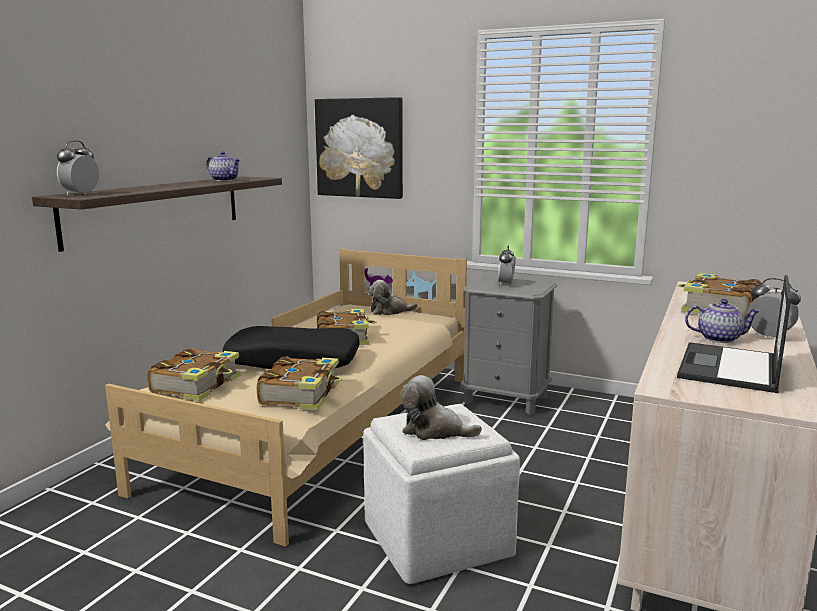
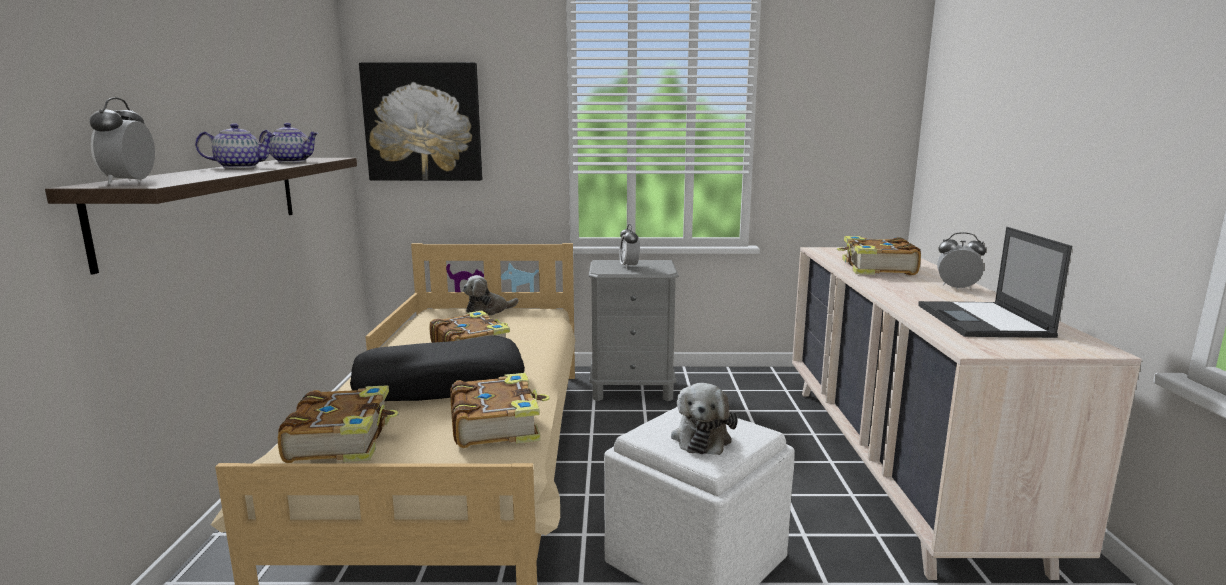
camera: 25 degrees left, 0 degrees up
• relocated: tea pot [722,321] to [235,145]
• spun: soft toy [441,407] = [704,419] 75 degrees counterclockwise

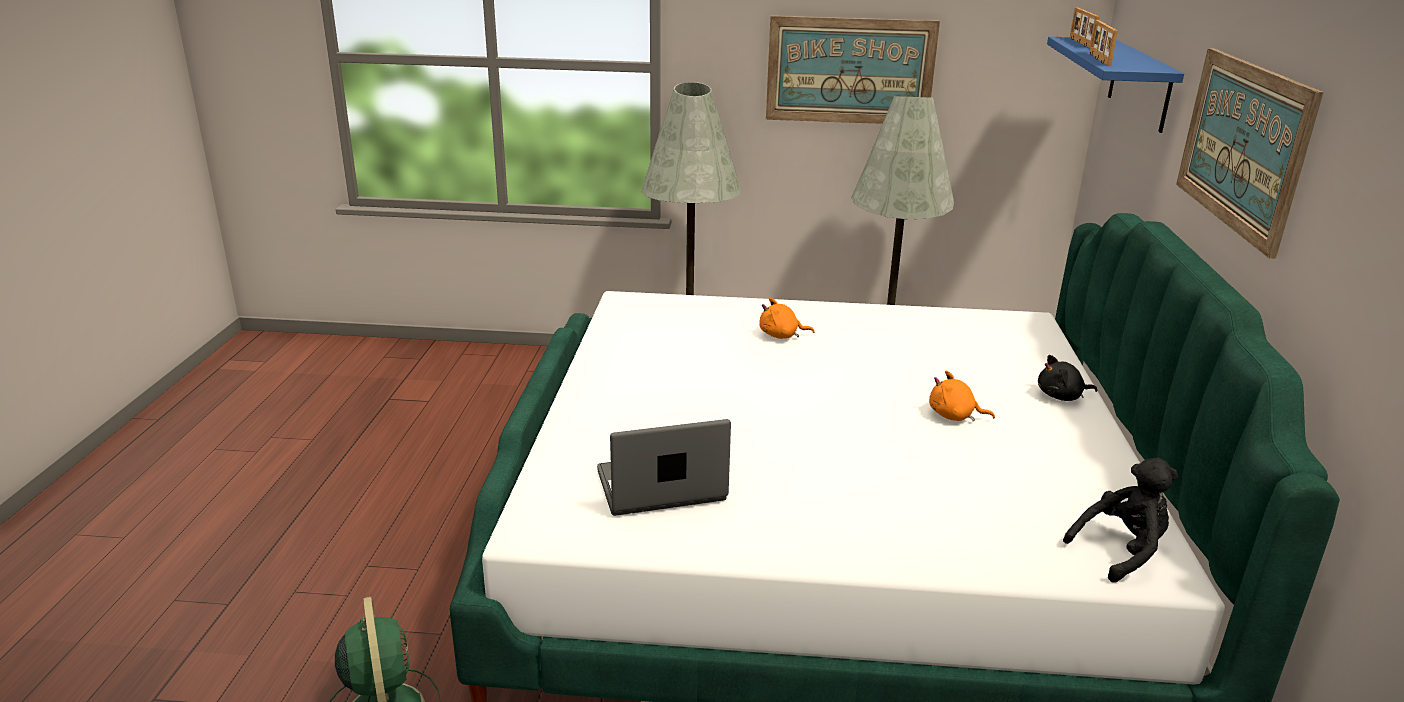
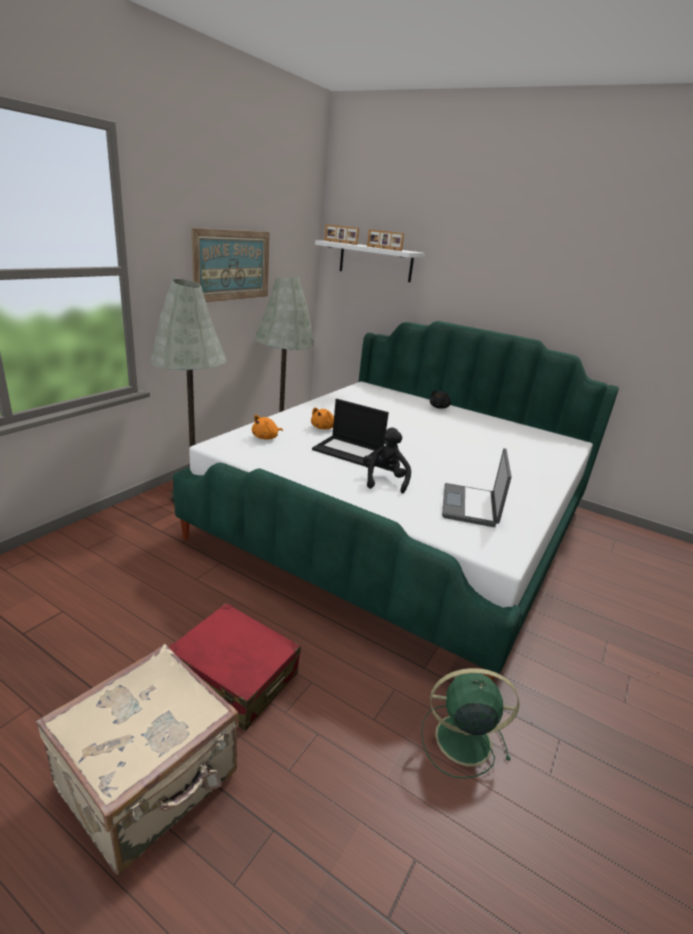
camera: 65 degrees left, 0 degrees up
• appeared: sand-coloured suitcase [137,759]
• appeared: red suitcase [235,667]
• relocated: orange-coloured soft toy [962,396] to [267,427]
• appeared: notebook computer [350,432]
• colour: bluish wall shelf [1115,85] to white wall shelf [370,261]
• relocated: blackish soft toy [1120,519] to [387,460]
• missing: wall picture [1249,153]

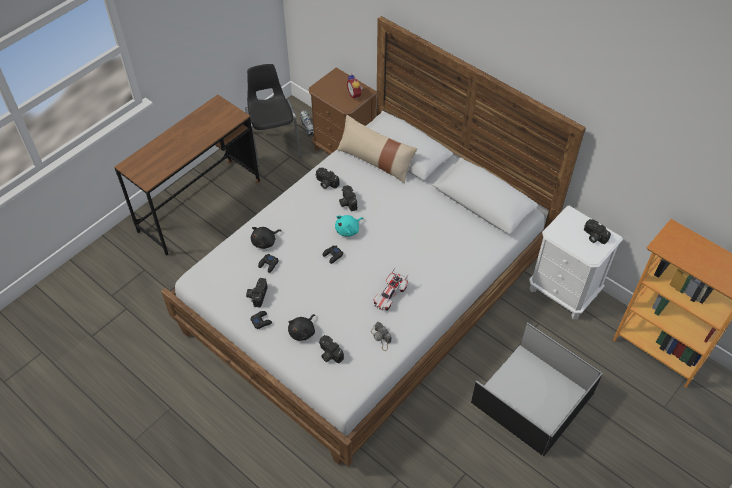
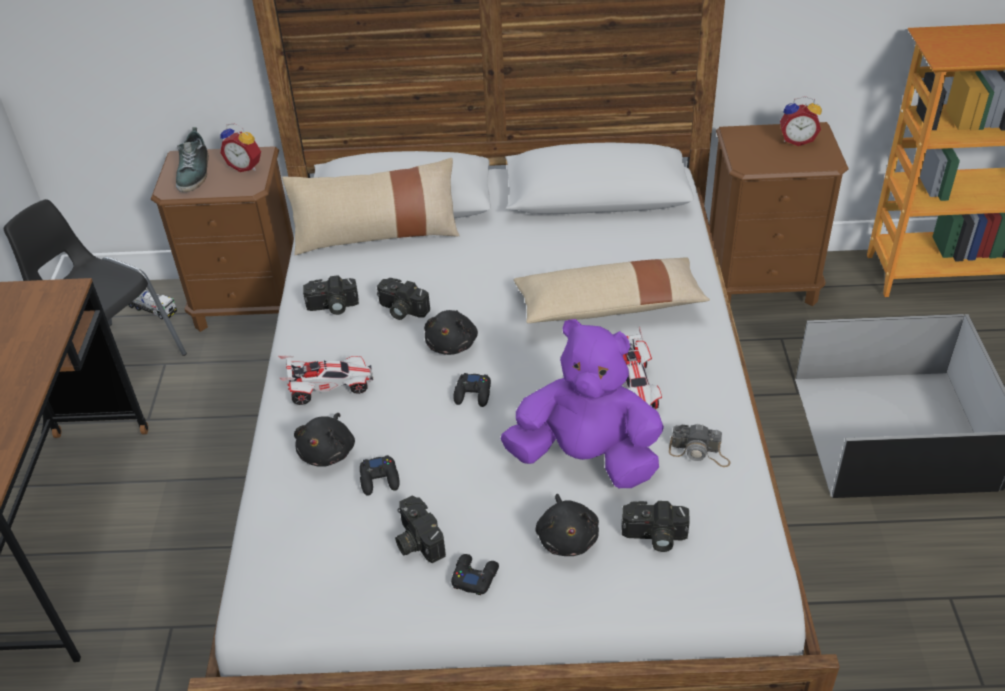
camera: 40 degrees left, 10 degrees down
• appeared: low shoe [192,159]
• appeared: toy car [325,380]
• colour: blue-green soft toy [349,226] to blackish soft toy [451,332]
• appeared: purple-coloured soft toy [582,403]
• appeared: sand-coloured pillow [612,290]
• colour: white nightstand [576,262] to brown nightstand [778,214]
• exchanged: photo camera [597,231] to alarm clock [801,121]

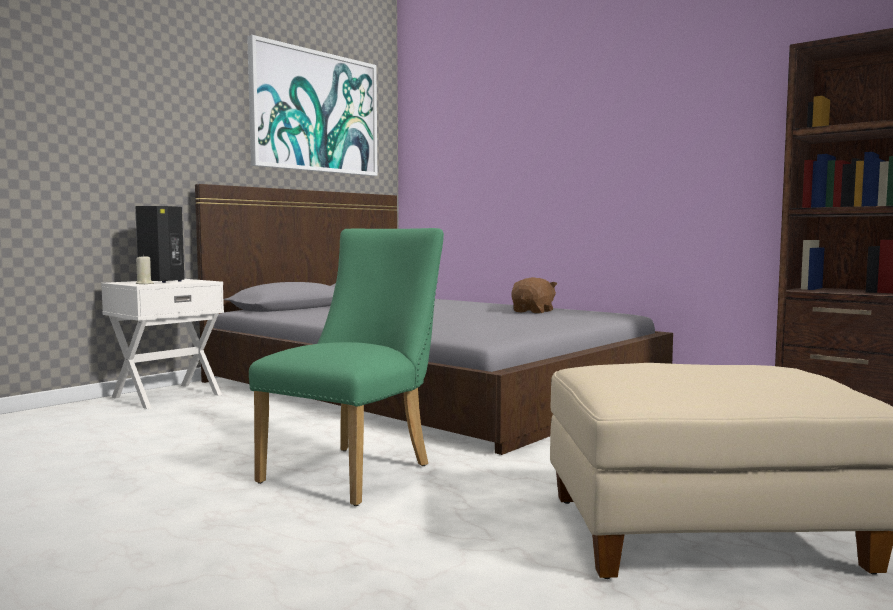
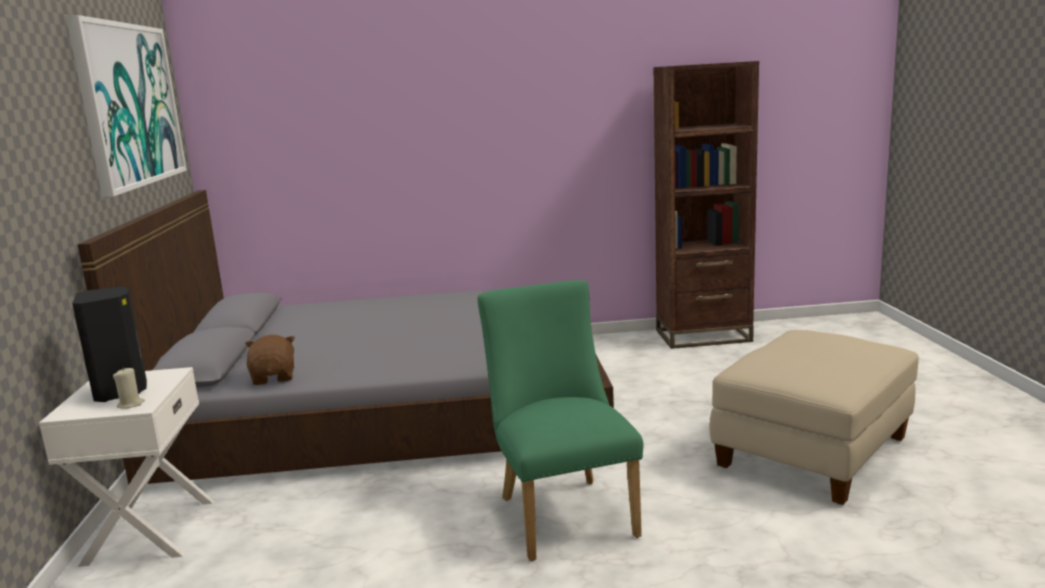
camera: 45 degrees left, 10 degrees up
• relocated: brown soft toy [534,295] to [270,360]

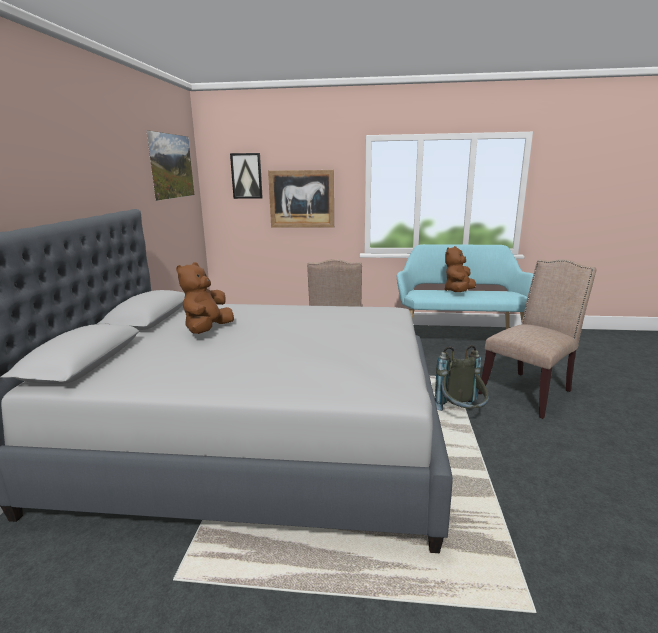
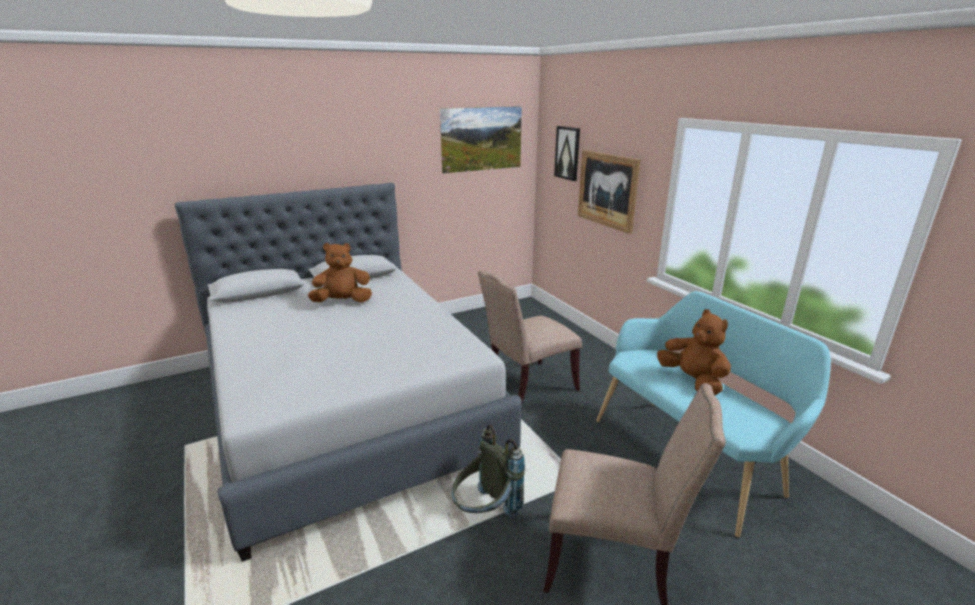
camera: 55 degrees right, 5 degrees up
• spun: brown soft toy [460,269] = [694,352] 60 degrees clockwise

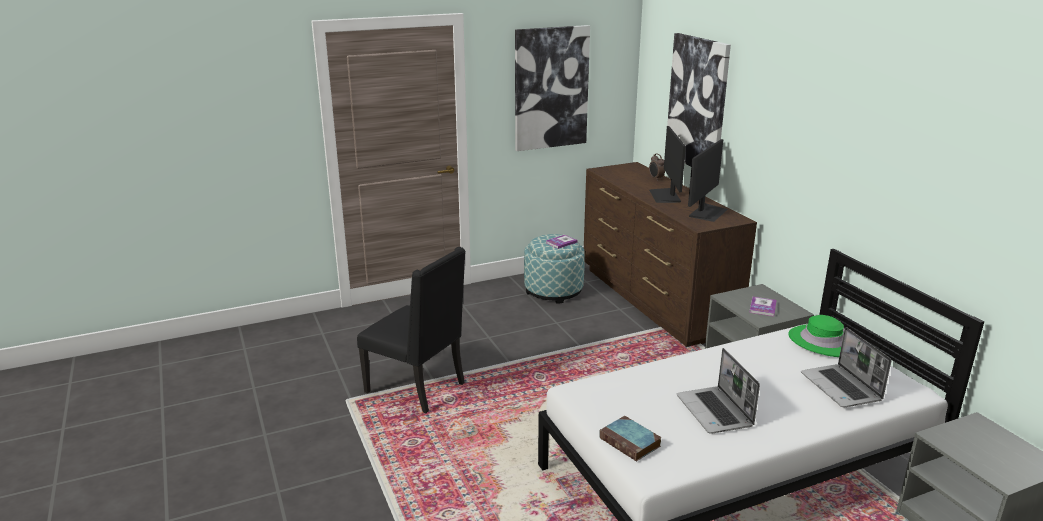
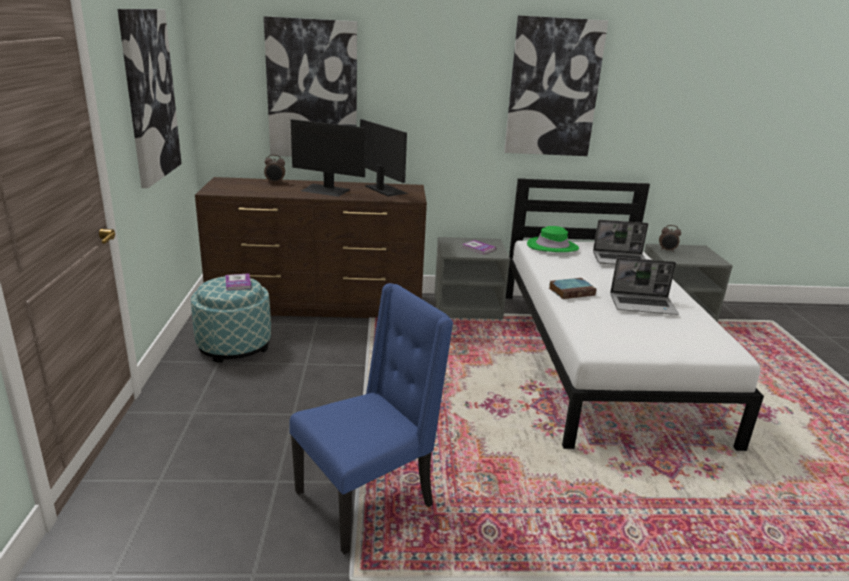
camera: 70 degrees left, 0 degrees up
• colour: blackish plain chair [411,330] to bluish plain chair [371,419]
• appeared: wall picture [556,85]
• relocated: book [630,438] to [573,288]
• appeared: alarm clock [670,238]

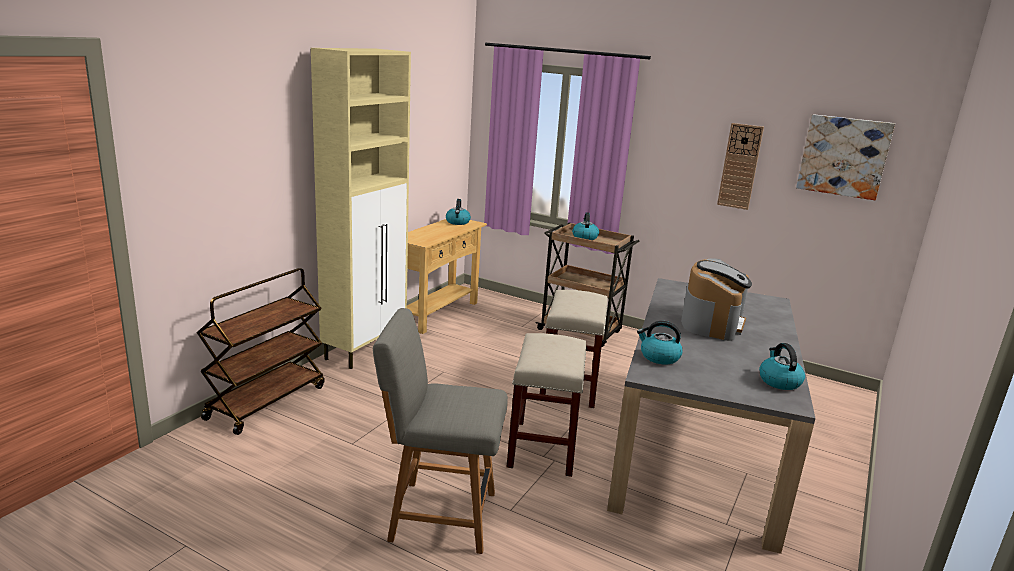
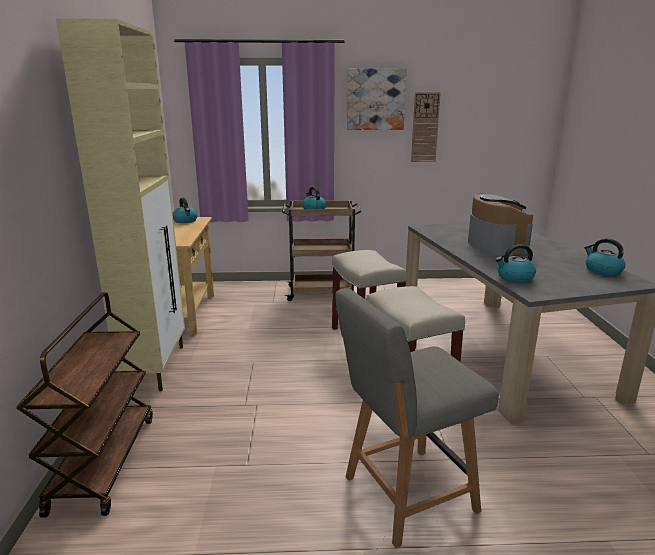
camera: 30 degrees left, 0 degrees up
• relocated: wall picture [845,157] to [377,99]

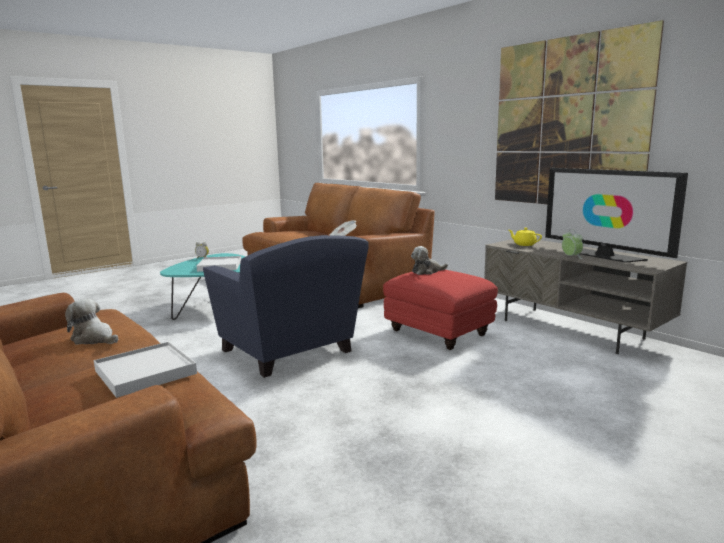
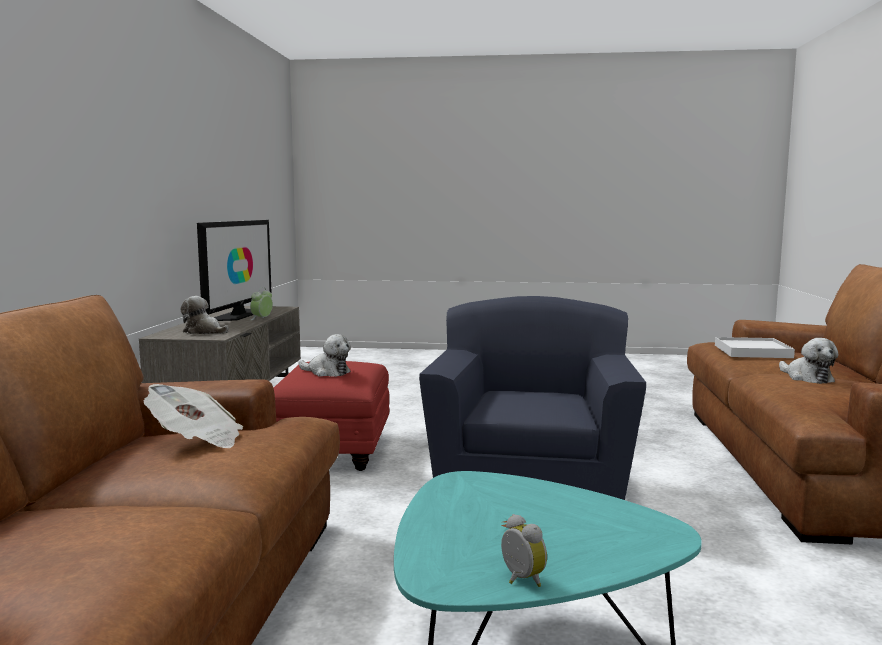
camera: 135 degrees left, 5 degrees down
• exchanged: yellow tea pot [525,237] to soft toy [204,315]
• missing: white tray [219,264]
• missing: wall picture [579,112]

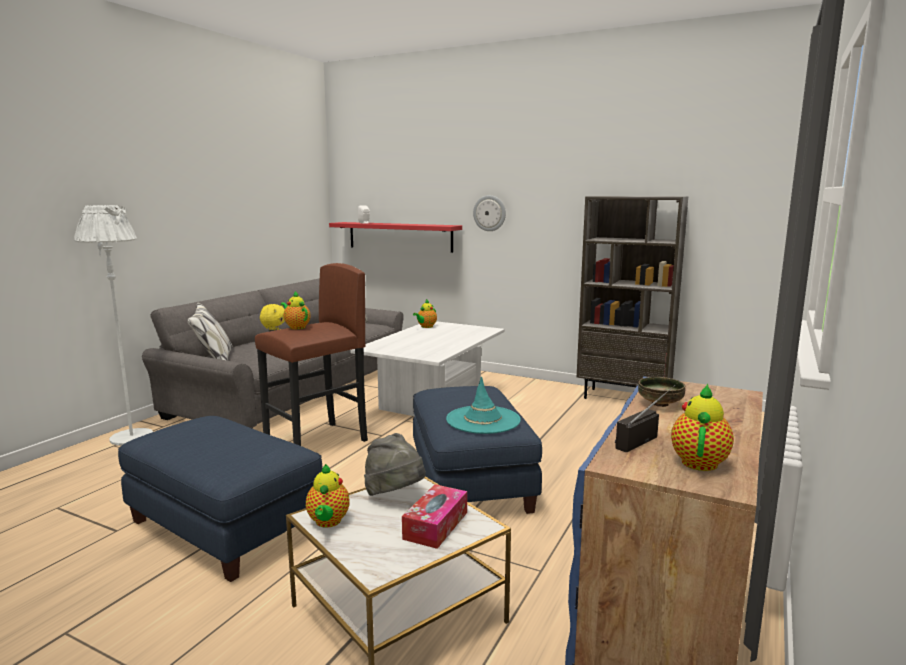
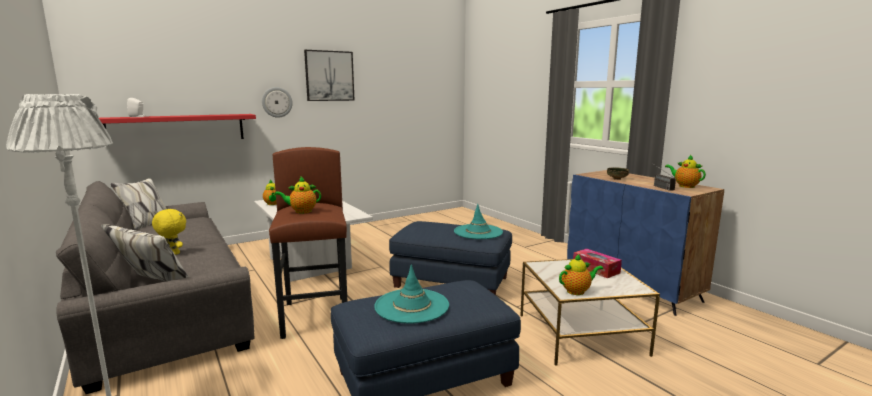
camera: 60 degrees left, 0 degrees up
• appeared: wall picture [329,75]
• appeared: blue-green clothing hat [411,293]
• spun: tea pot [328,496] = [581,274] 45 degrees counterclockwise
• missing: gray clothing hat [395,464]
• missing: brown shelving unit [632,297]

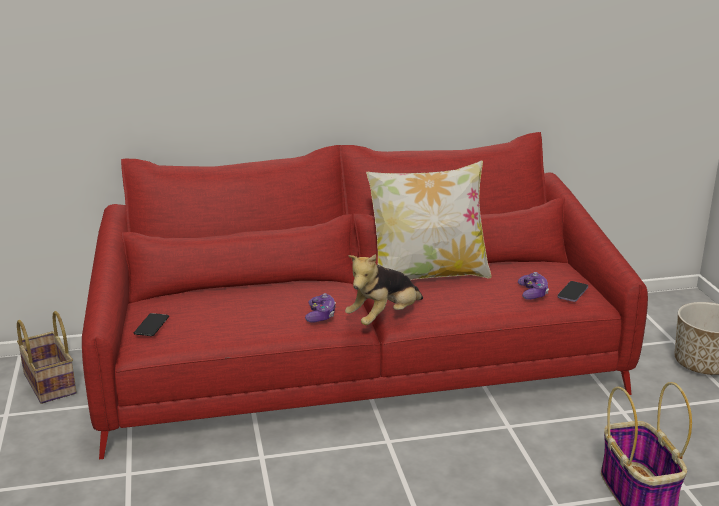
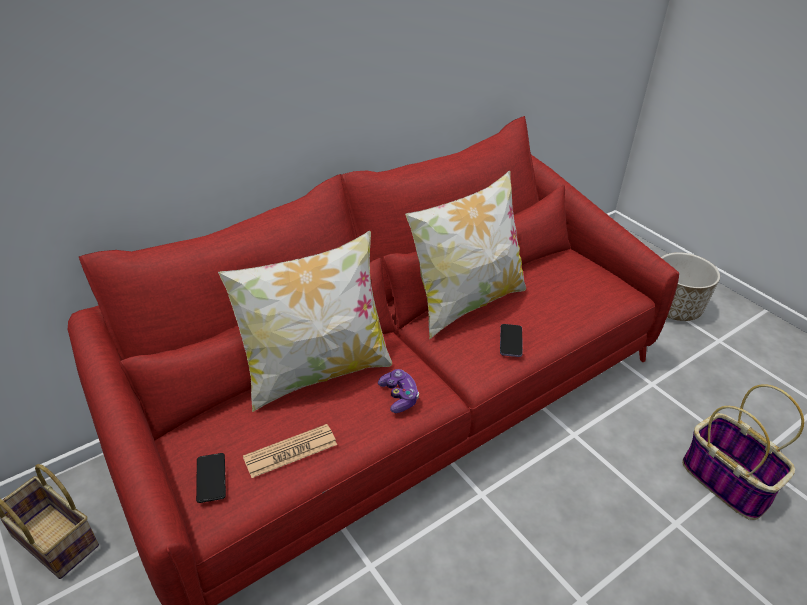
camera: 25 degrees left, 15 degrees up
• appeared: pillow [305,321]
• appeared: printed paper [290,451]
• relocated: telephone [572,291] to [511,340]
• missing: soft toy [384,289]
• missing: joypad [533,286]

